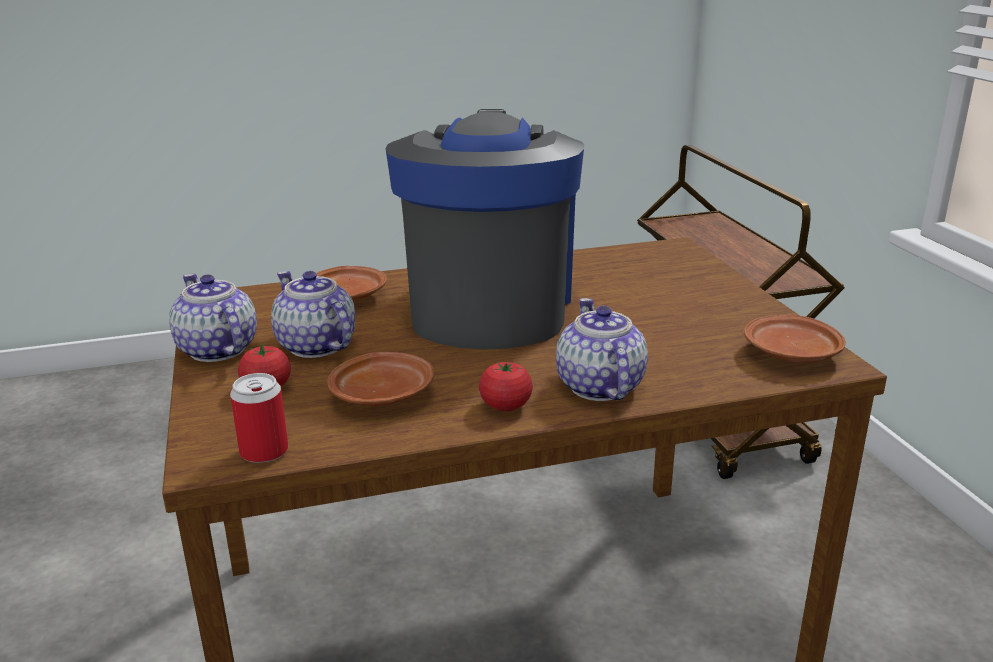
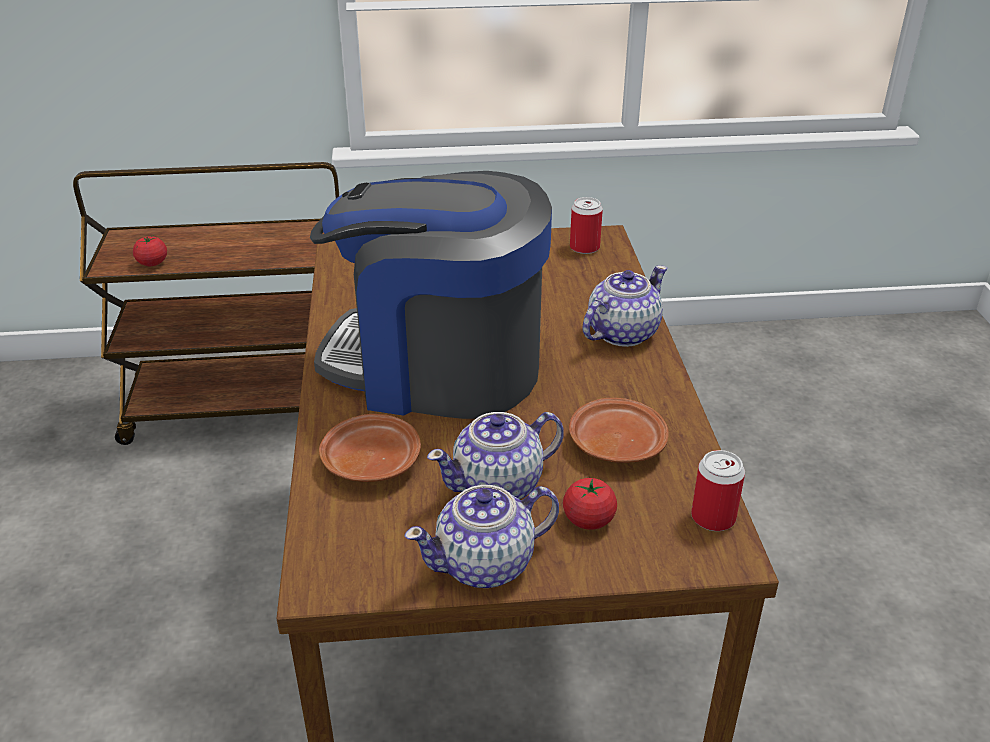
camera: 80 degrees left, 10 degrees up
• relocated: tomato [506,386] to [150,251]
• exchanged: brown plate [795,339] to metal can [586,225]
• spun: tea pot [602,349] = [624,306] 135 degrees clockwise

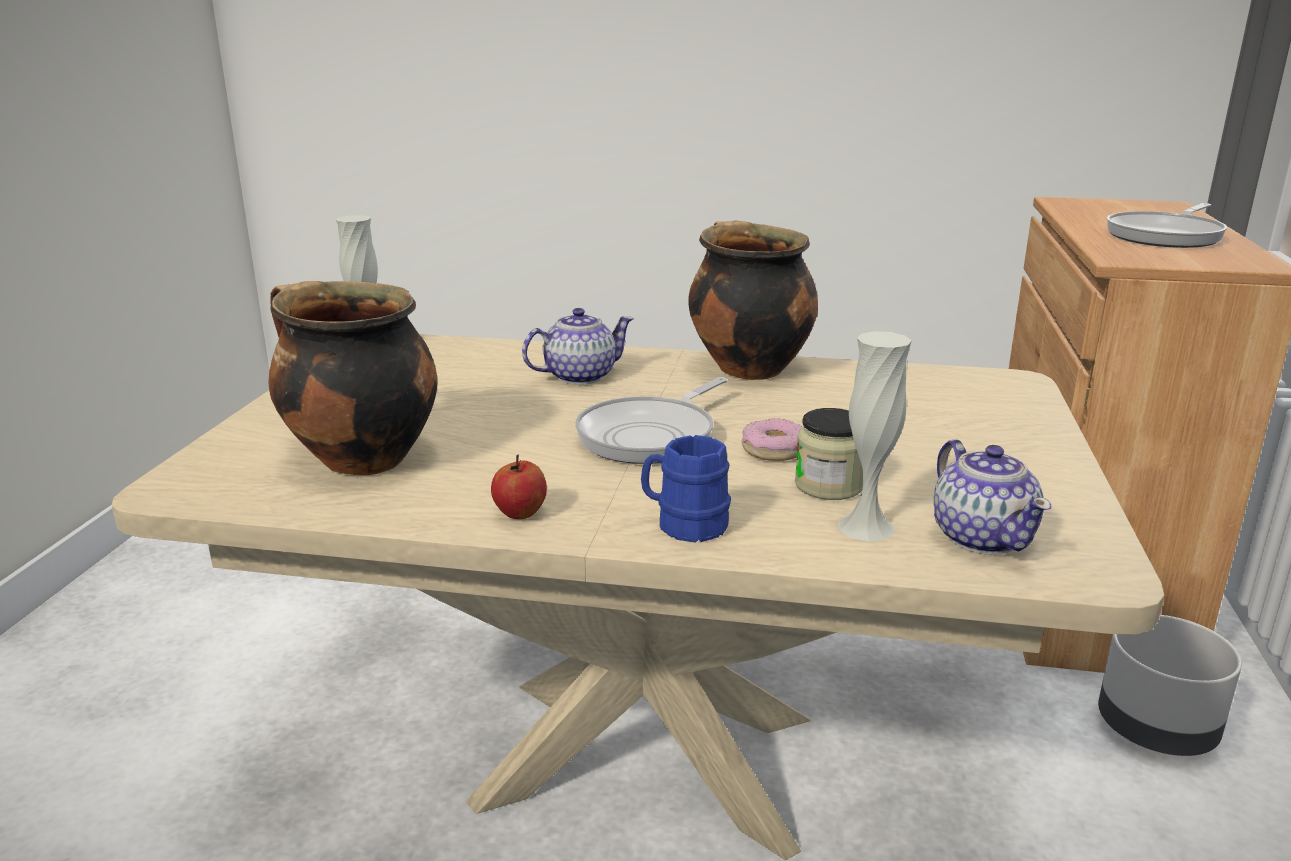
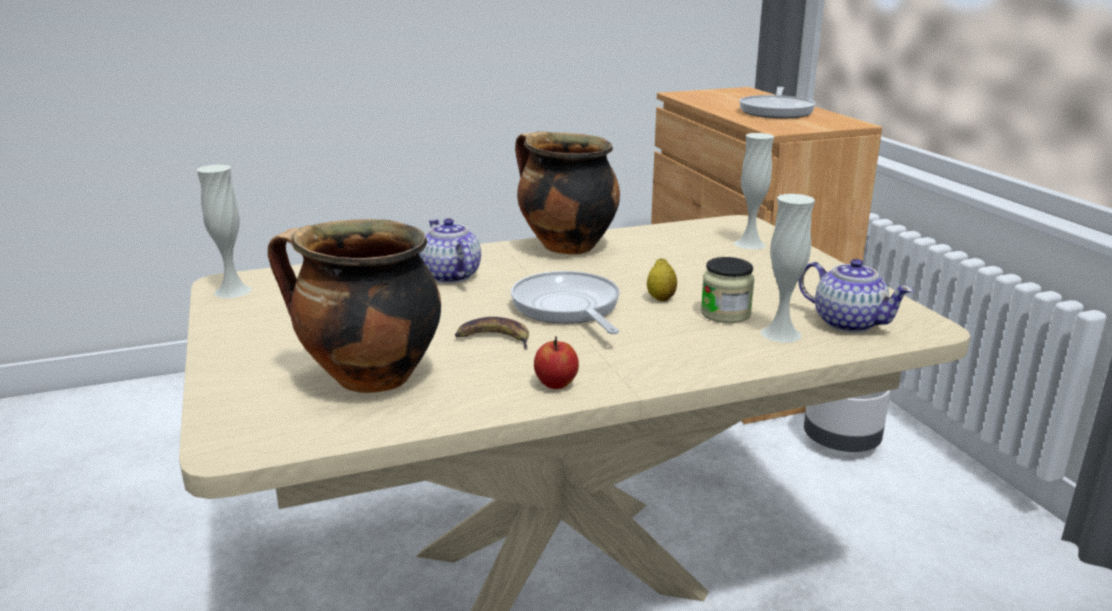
camera: 30 degrees left, 0 degrees up
• spun: tea pot [578,346] = [450,250] 60 degrees counterclockwise
• appeared: banana fruit [492,333]
• spun: pan [651,420] = [565,302] 150 degrees clockwise
• exchanged: doughnut [772,439] to lemon [662,279]
• appeared: white flower vase [754,191]
• missing: bluish mug [686,489]

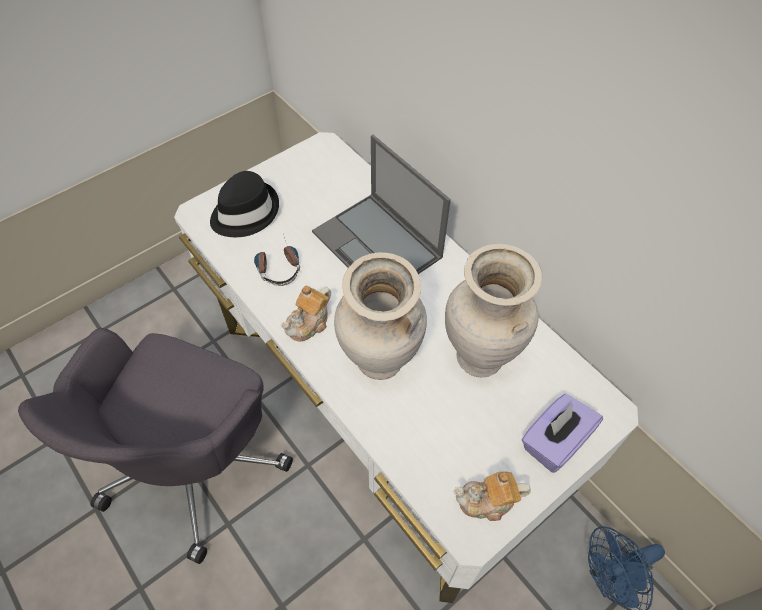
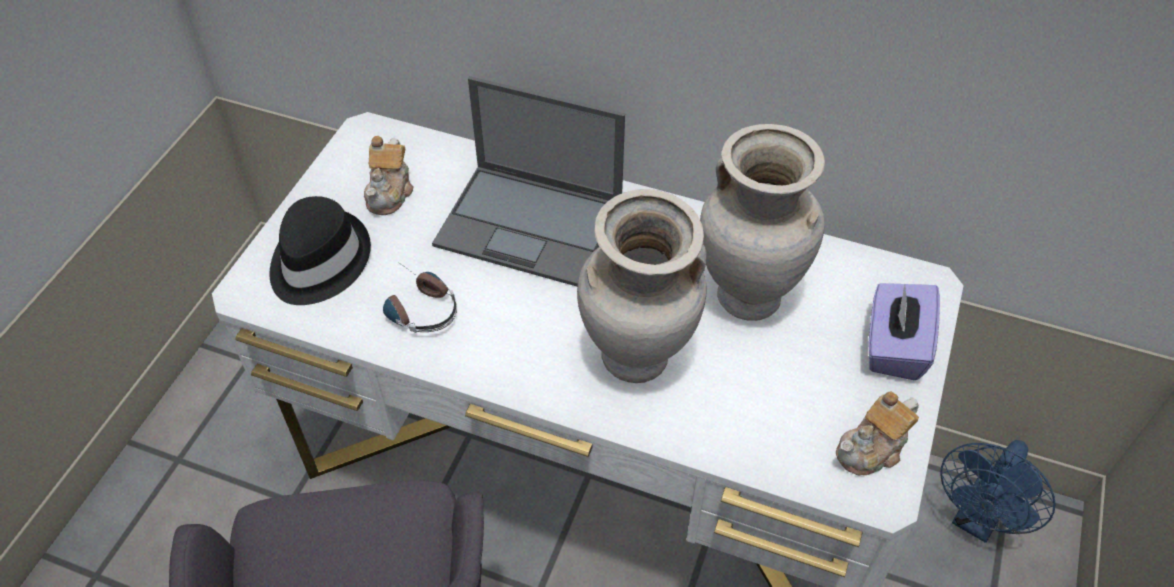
camera: 30 degrees left, 5 degrees down
• relocated: tea pot [306,314] to [388,175]

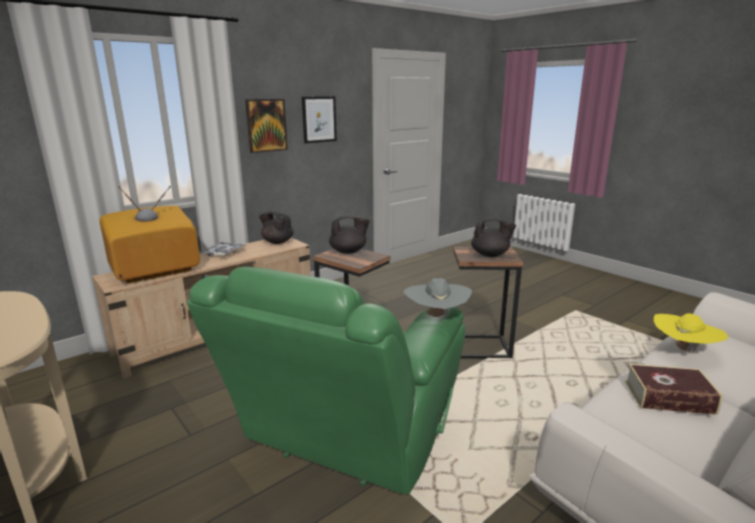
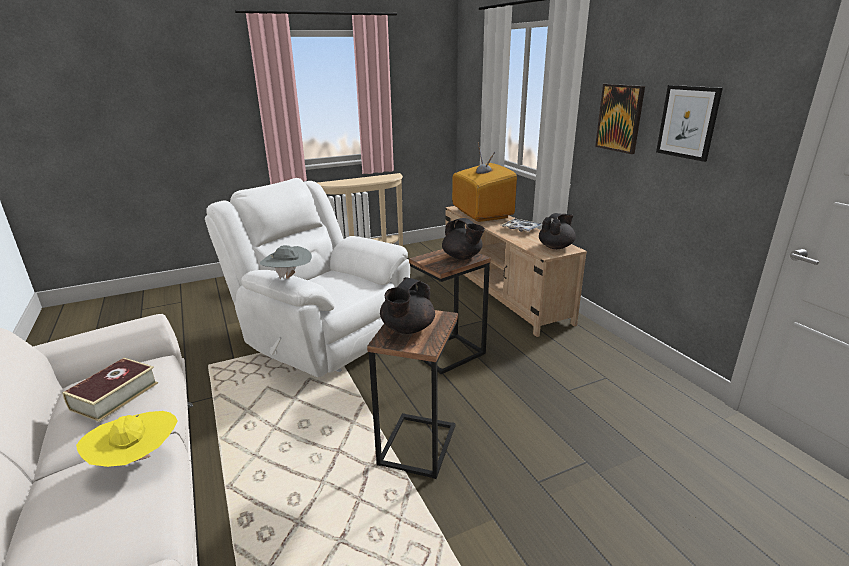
camera: 105 degrees right, 5 degrees up
• colour: green-coloured armchair [326,380] to white armchair [307,277]
• spun: blackish tea pot [349,235] = [463,239] 45 degrees counterclockwise

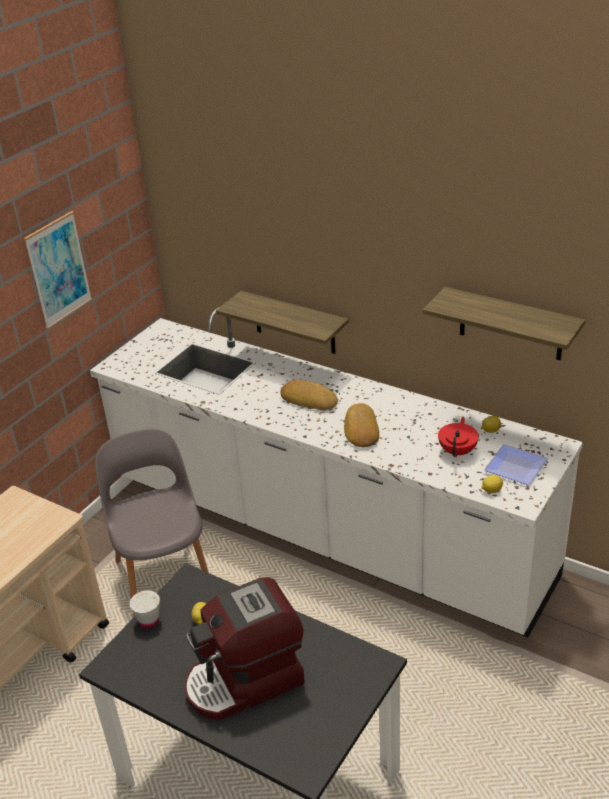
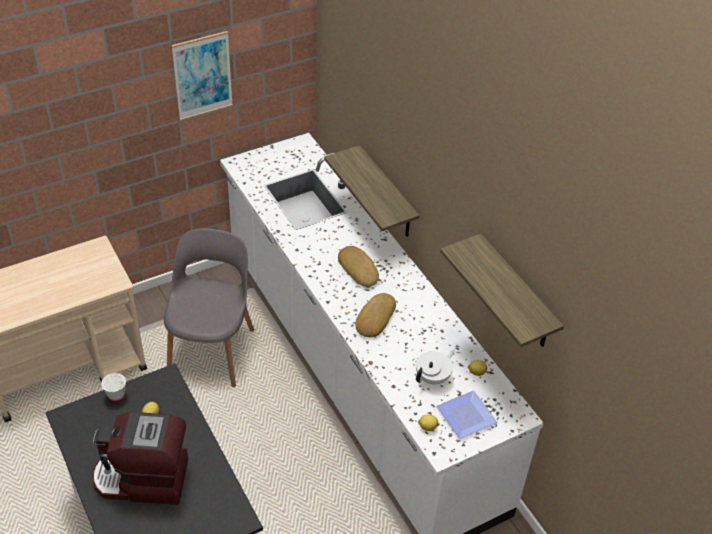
camera: 25 degrees right, 10 degrees up
• colour: red tea pot [458,437] to white tea pot [435,367]

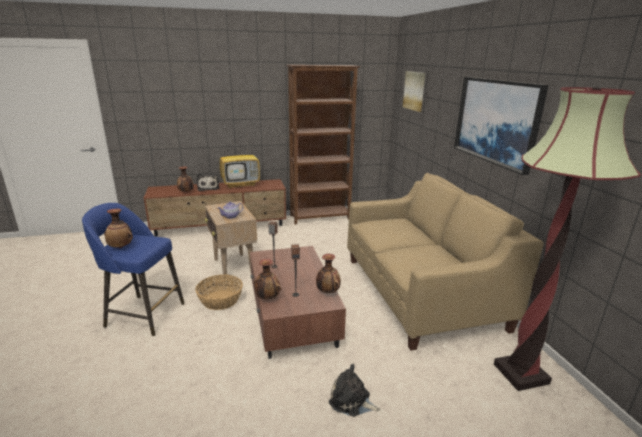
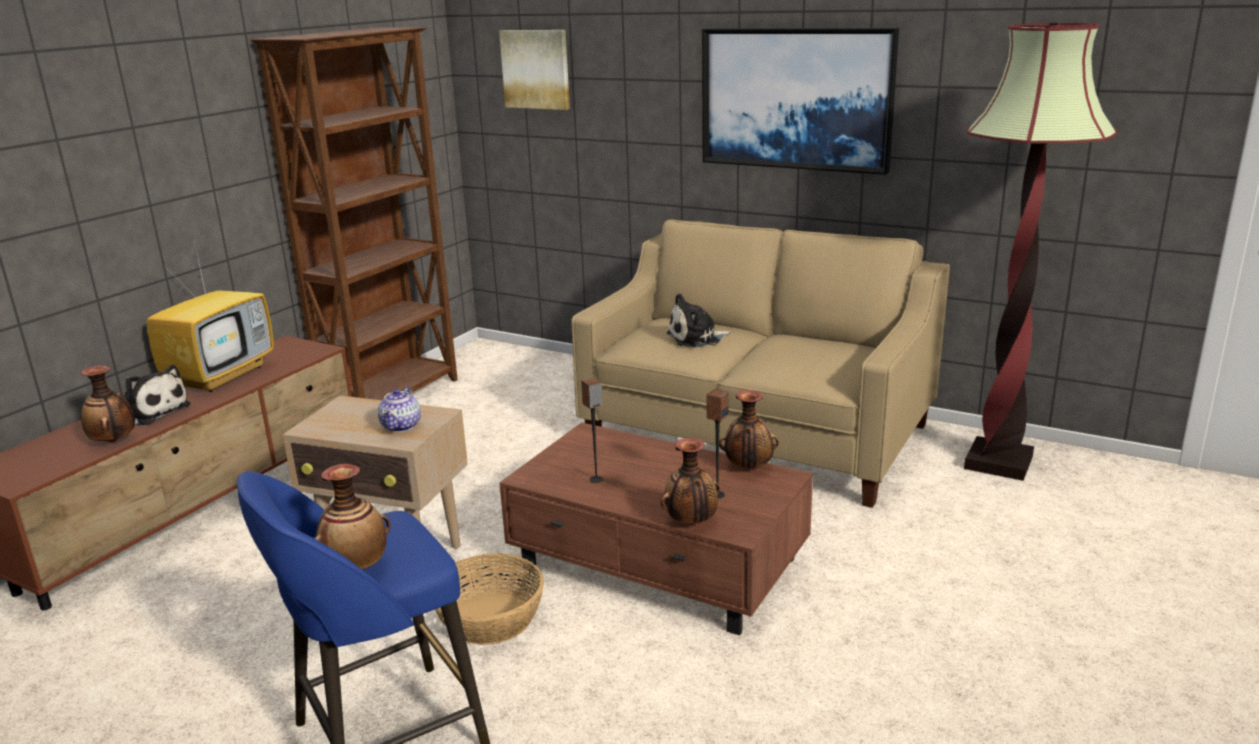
camera: 45 degrees left, 0 degrees up
• relocated: soft toy [354,390] to [699,320]

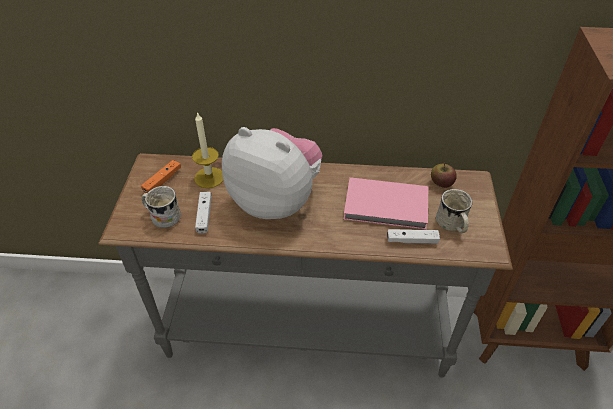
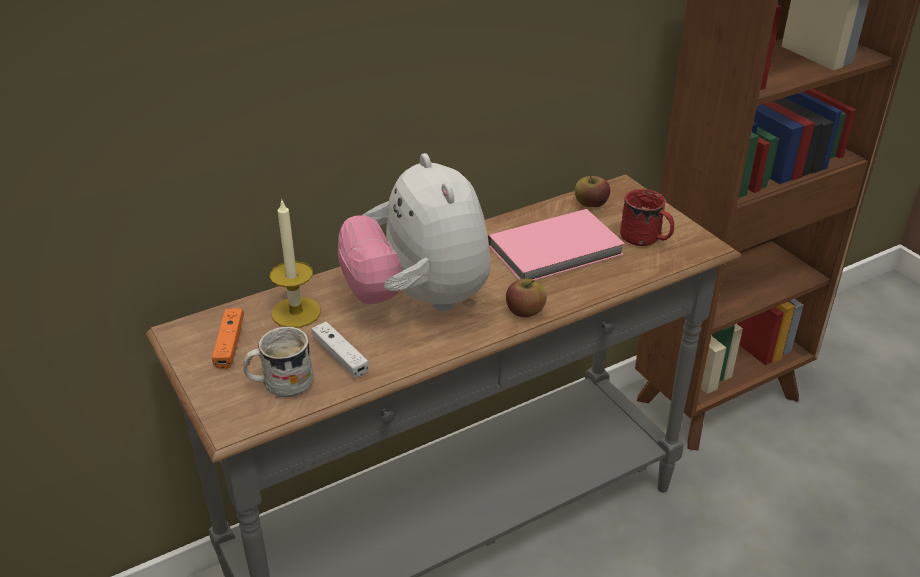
camera: 35 degrees left, 10 degrees down
• spun: soft toy [272,173] = [414,232] 105 degrees counterclockwise
• appeared: whole apple [526,298]
• colour: white mug [454,211] to red mug [647,217]
• missing: white joypad [413,236]

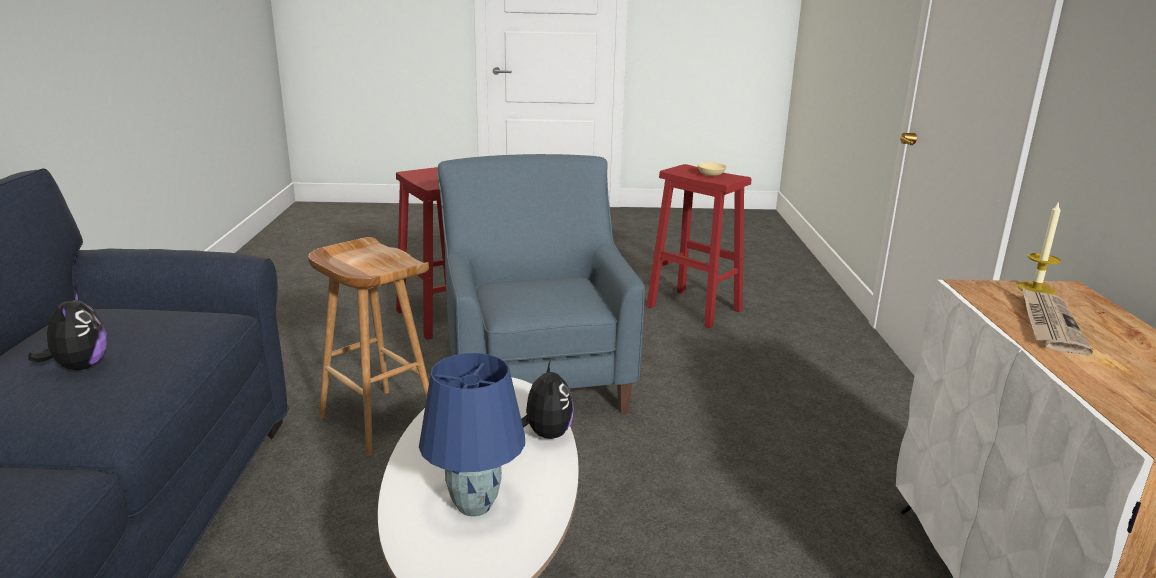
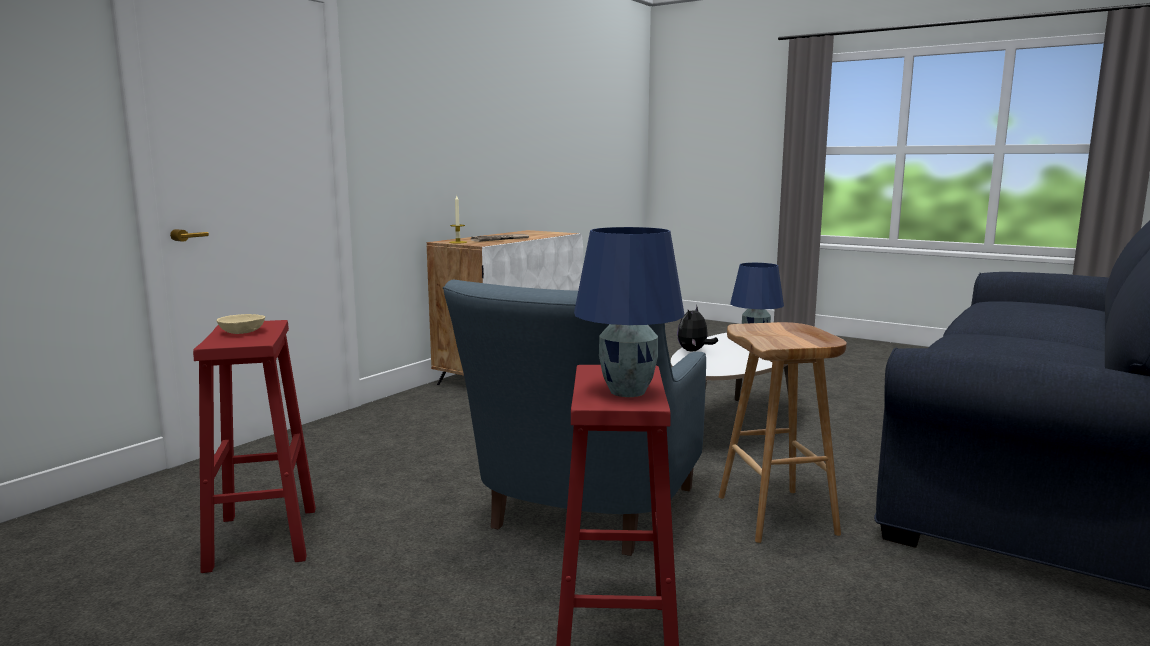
camera: 145 degrees left, 10 degrees down
• appeared: bluish table lamp [629,312]
• missing: soft toy [67,329]

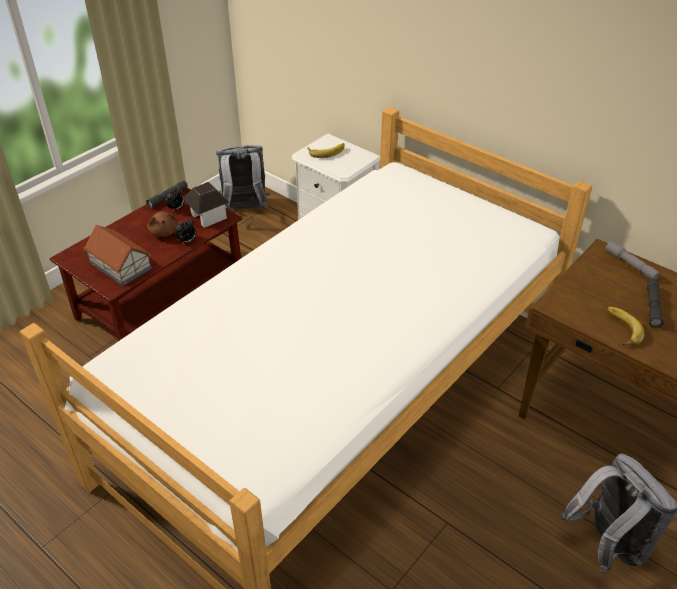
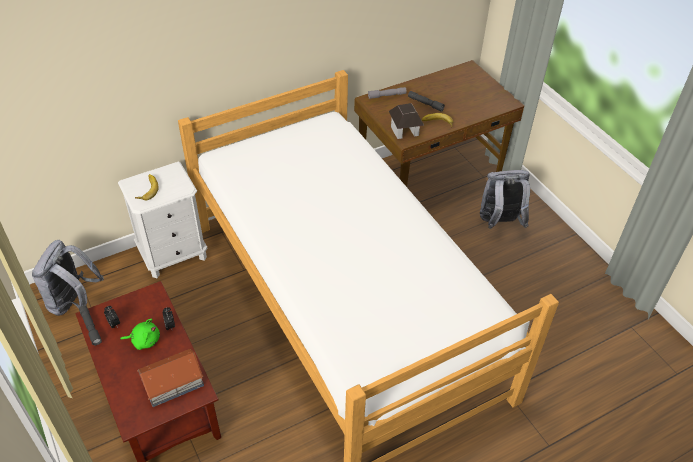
camera: 70 degrees left, 5 degrees up
• colour: brown soft toy [163,224] to green-coloured soft toy [140,334]
• relocated: model house [206,205] to [406,121]

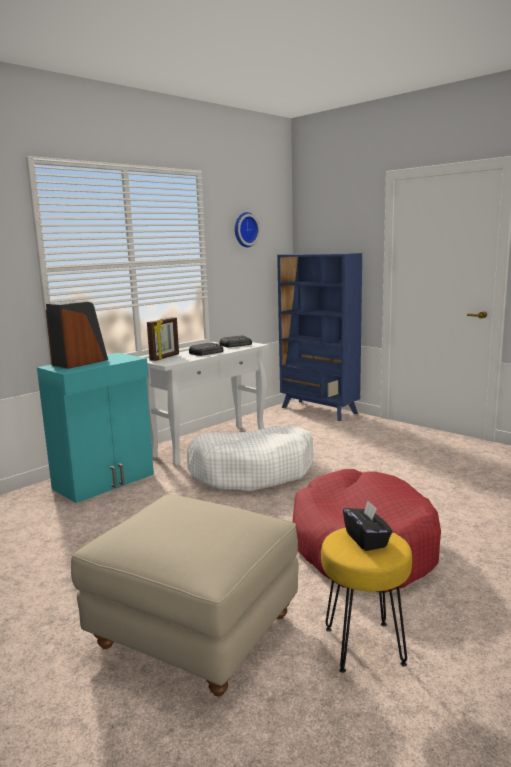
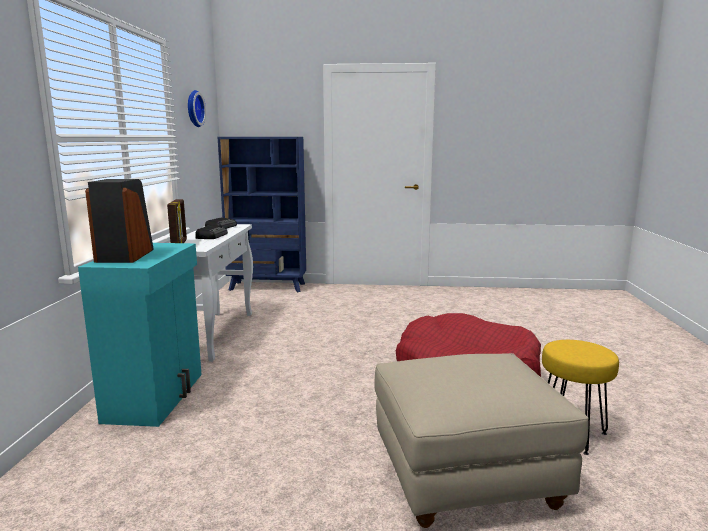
camera: 40 degrees left, 0 degrees up
• missing: white dog cushion [250,458]
• missing: blackish tissue box [367,526]

